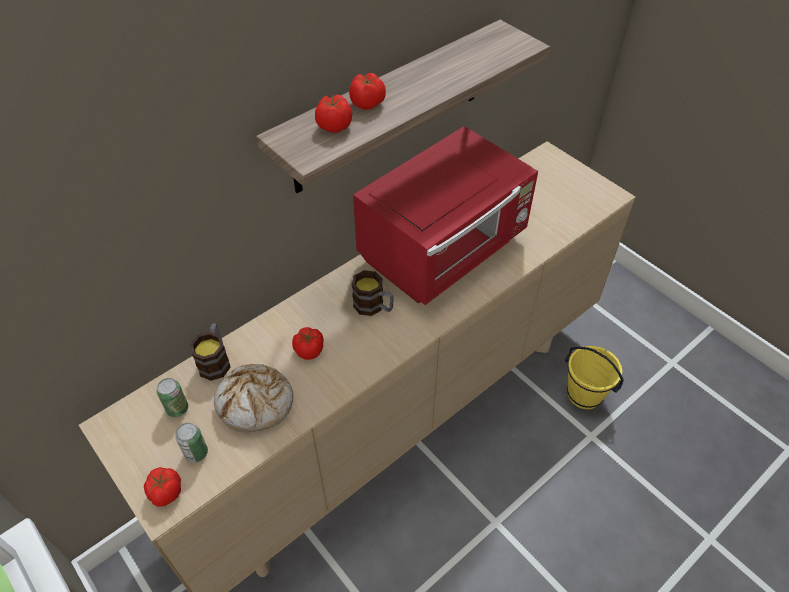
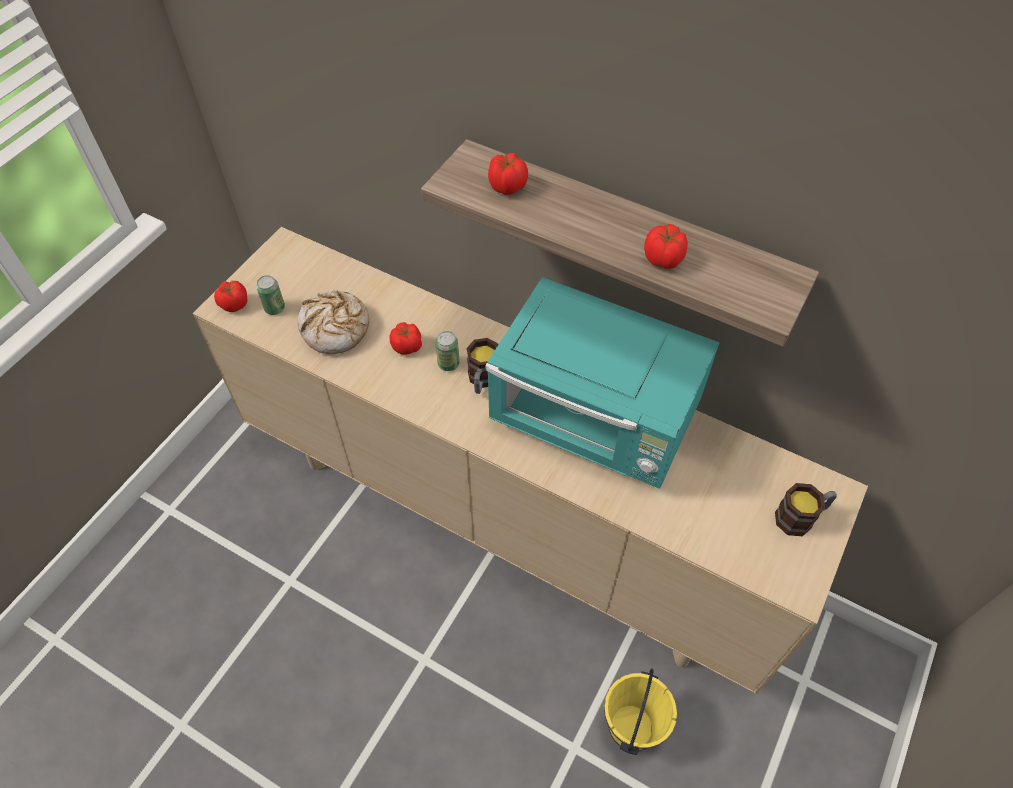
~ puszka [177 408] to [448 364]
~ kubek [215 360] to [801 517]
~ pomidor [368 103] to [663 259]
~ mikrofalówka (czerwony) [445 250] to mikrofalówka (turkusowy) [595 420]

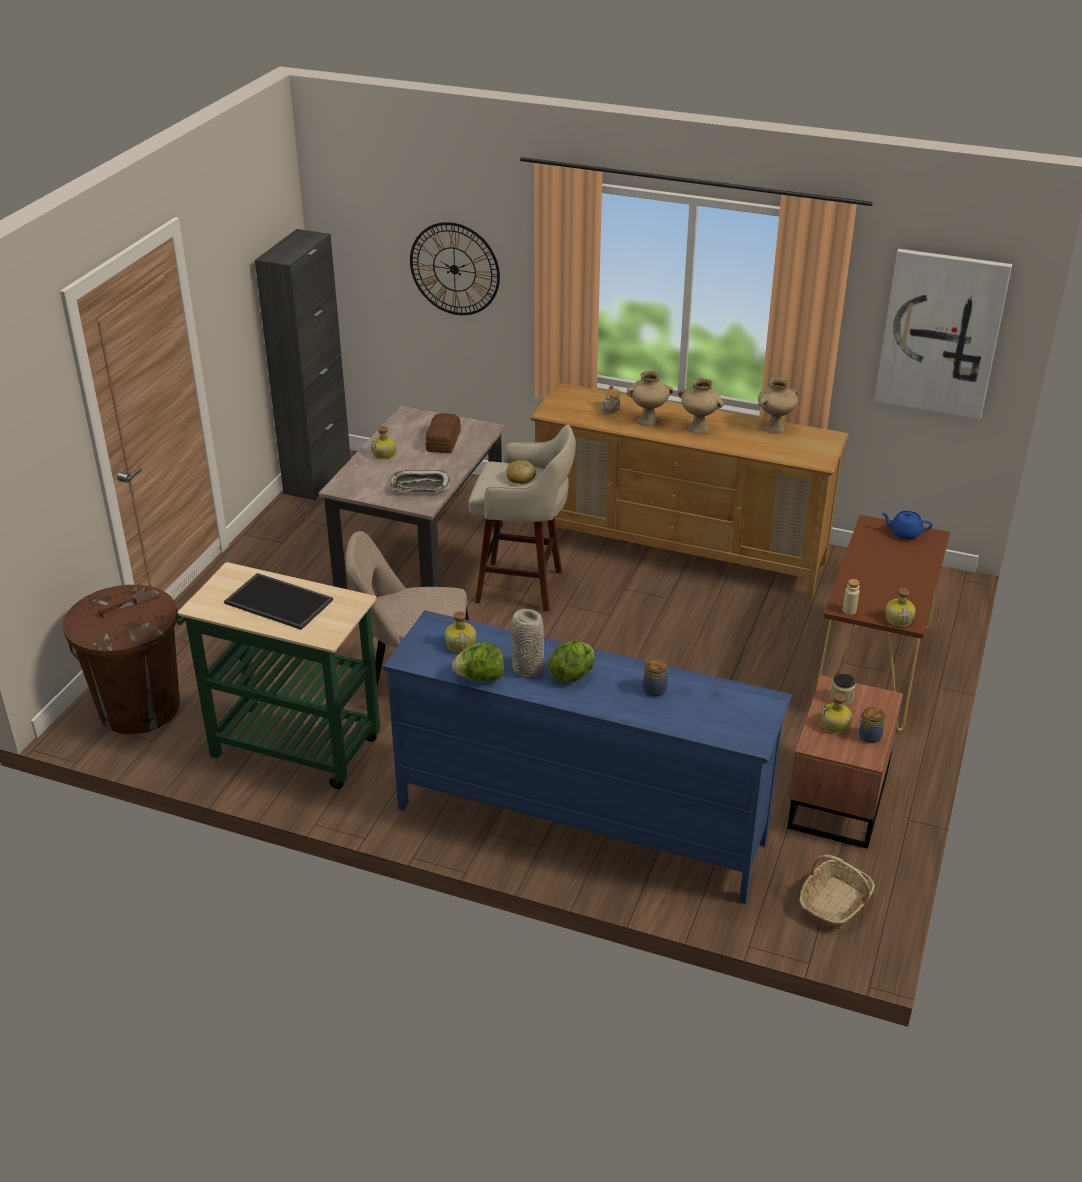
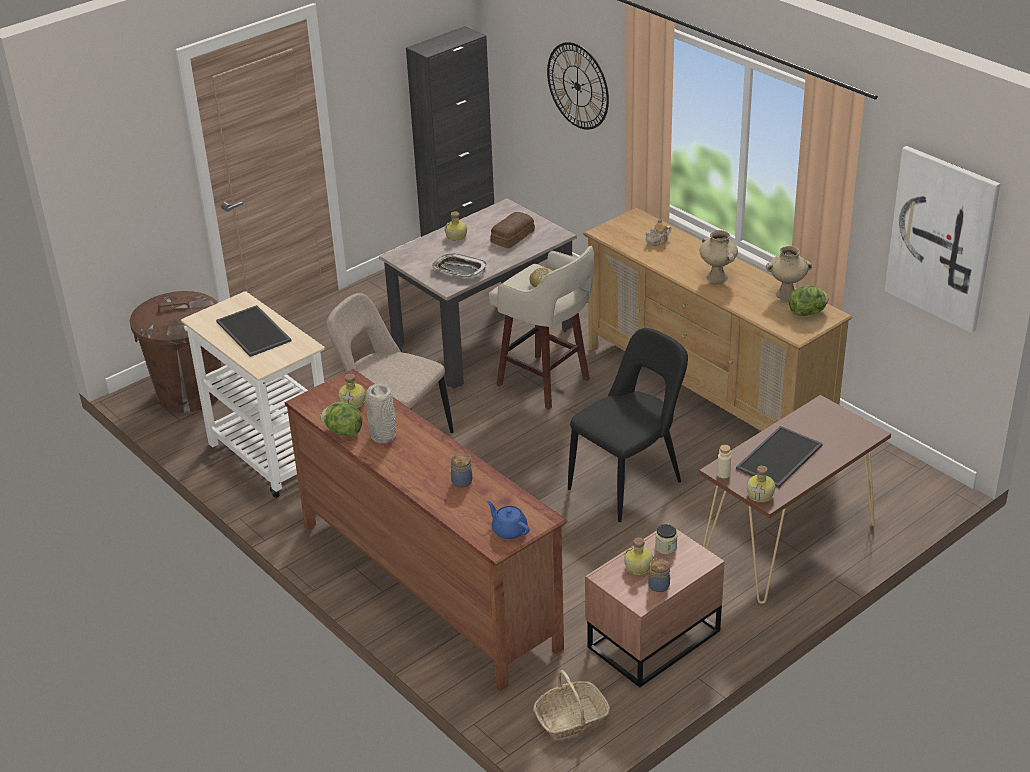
- wazon (beżowy) [648 420]
+ krzesło (czarny) [629 483]
+ taca [780 458]
~ sałata [572 675] to [807 313]
~ imbryk (niebieski) [905 533] to [509 530]
~ wózek (zielony) [293 747] to wózek (biały) [269 456]
~ komoda (niebieski) [581 823] to komoda (brązowy) [428 584]

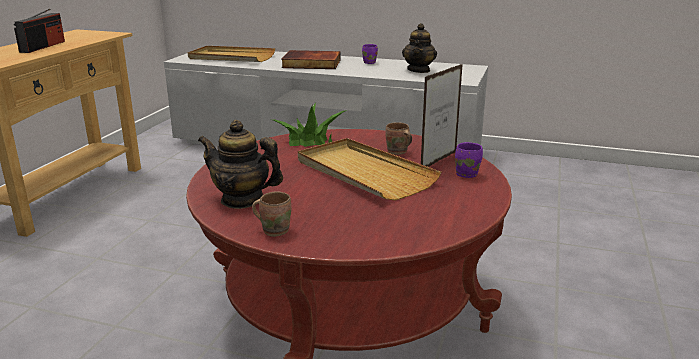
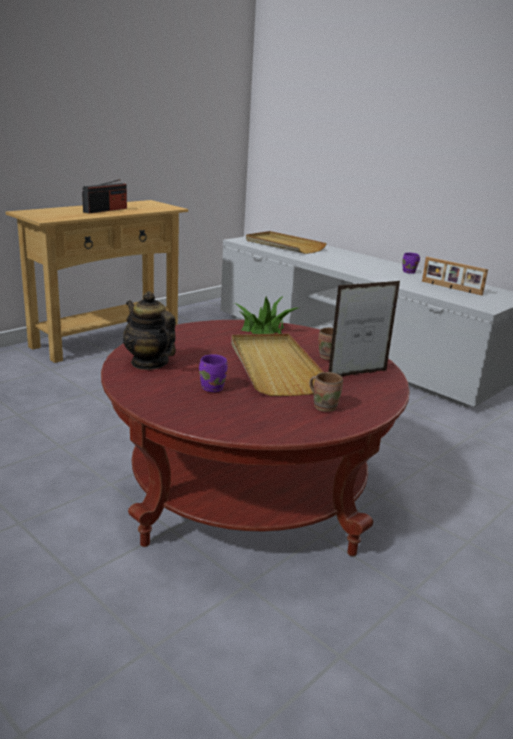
- książka [311 64]
~ kubek (brązowy) [274 230] to [324 406]
~ kubek (fioletowy) [467 174] to [214 387]
~ imbryk [419 70] to ramka na zdjęcie [451 288]

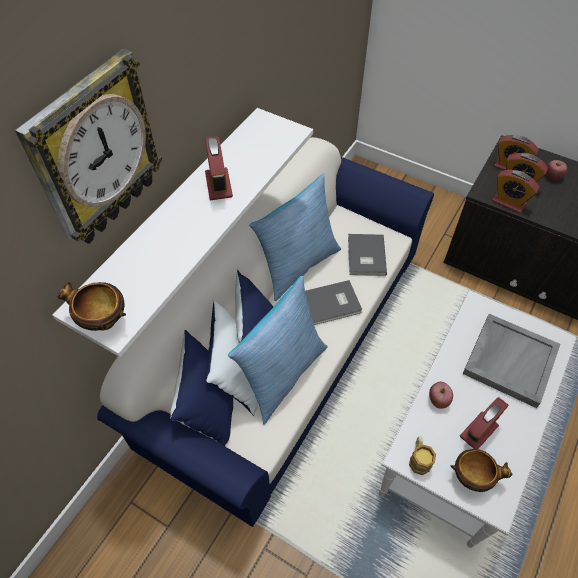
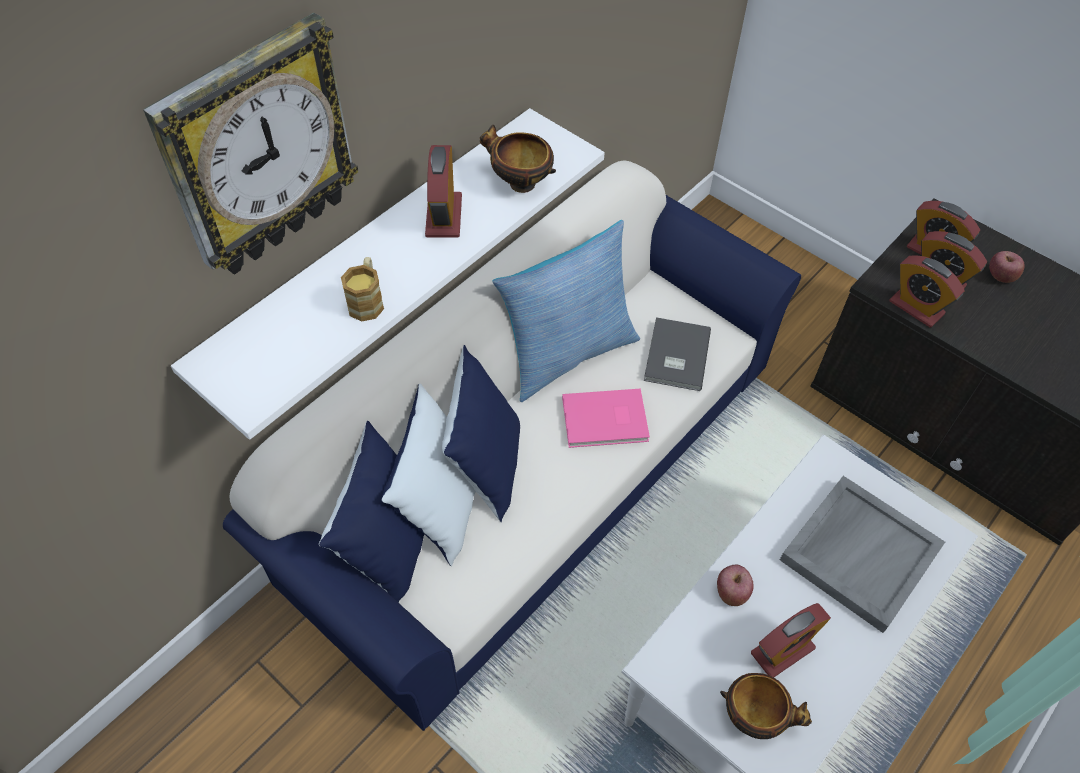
- poduszka [282 374]
~ miska [102 321] to [519 183]
~ kubek [418 459] to [367 300]
~ książka (szary) [332 304] to książka (różowy) [606 421]

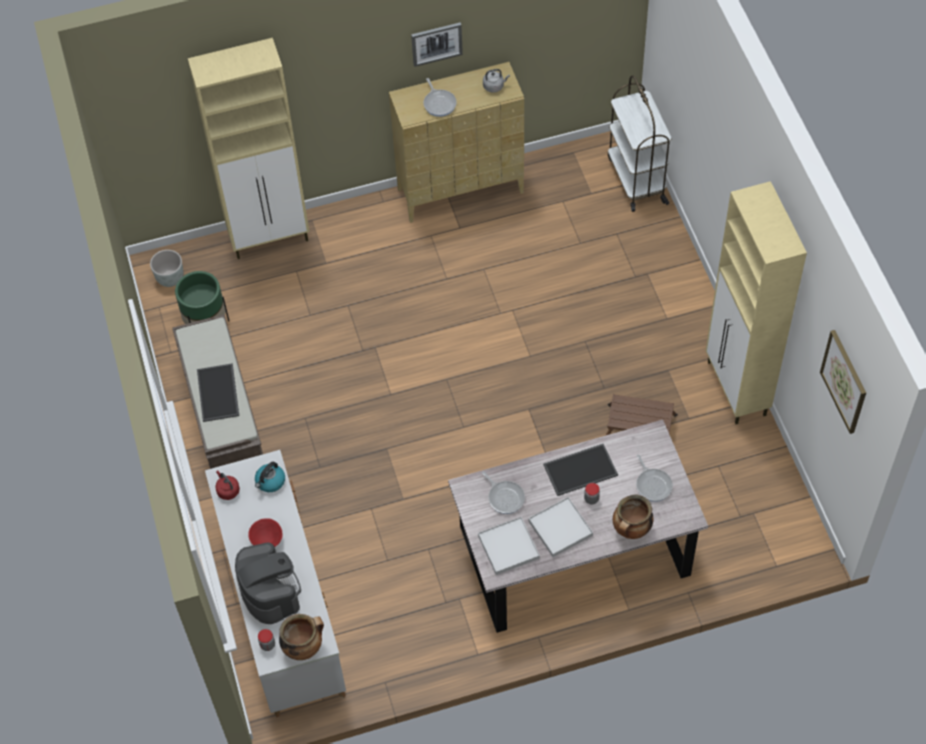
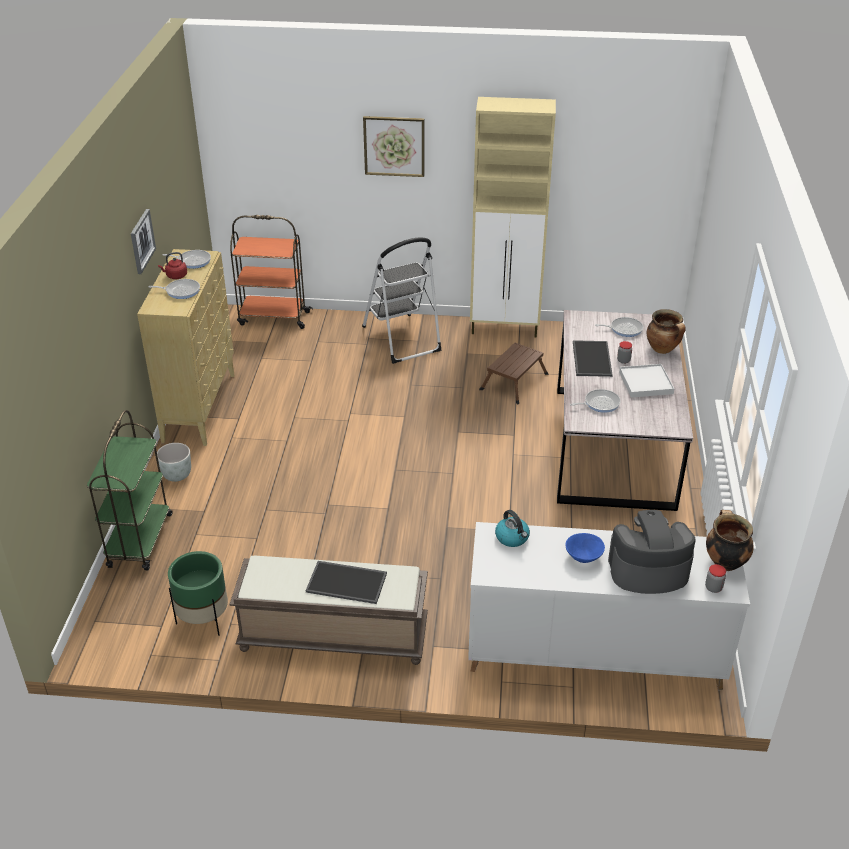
- taca (biały) [508 547]
+ drabinka [401 340]
~ donica (szary) [170 278] to [177 475]
~ czajnik (czerwony) [227 490] to [175 276]
~ obraz [844 381] to [394 146]
~ szafka (beżowy) [270 238] to wózek (zielony) [139 542]
~ czajnik (szary) [494 86] to patelnia [192 261]
~ miska (czerwony) [267 540] to miska (niebieski) [584 557]
~ wózek (biały) [636 179] to wózek (pomarańczowy) [273 318]

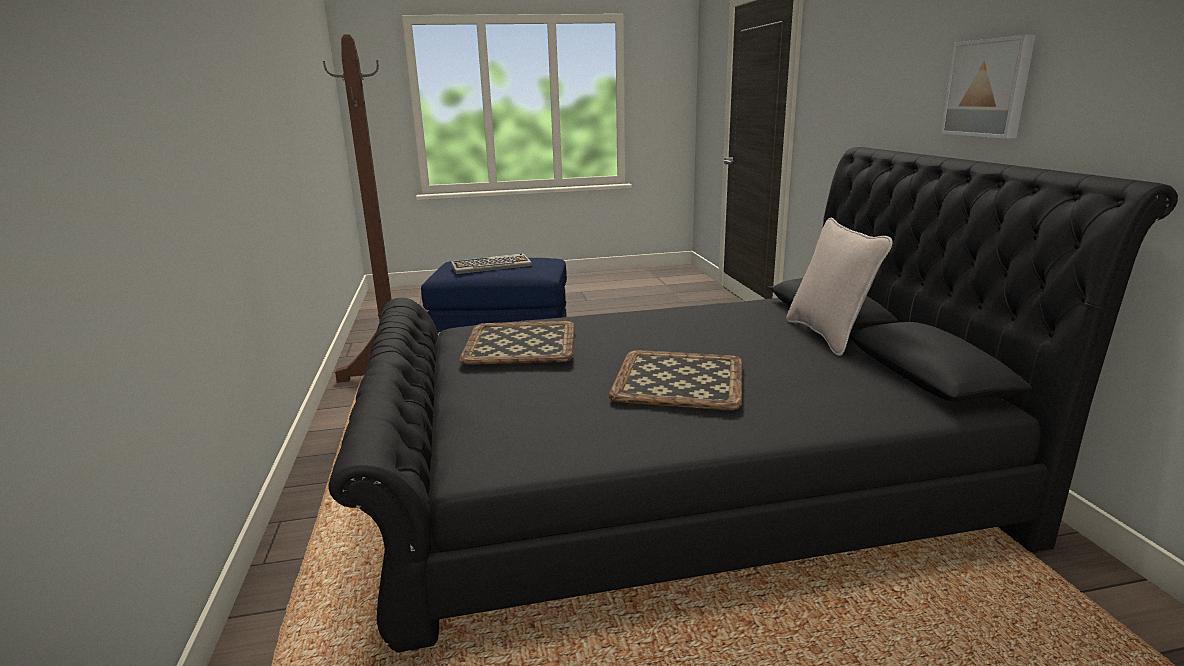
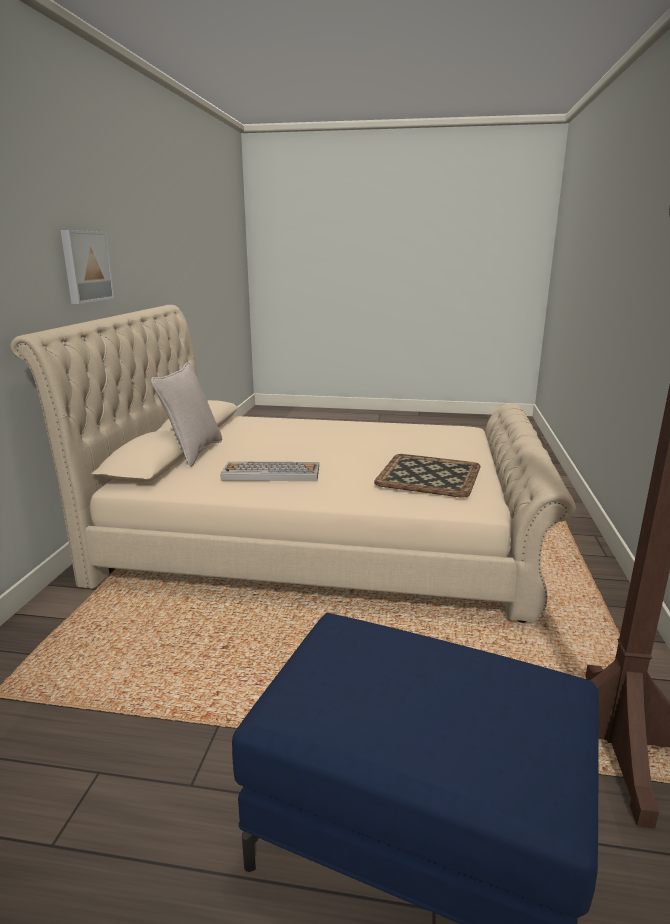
- taca [680 380]
~ klawiatura [491 265] to [270 473]
~ łóżko (czarny) [681 471] to łóżko (beżowy) [319 532]

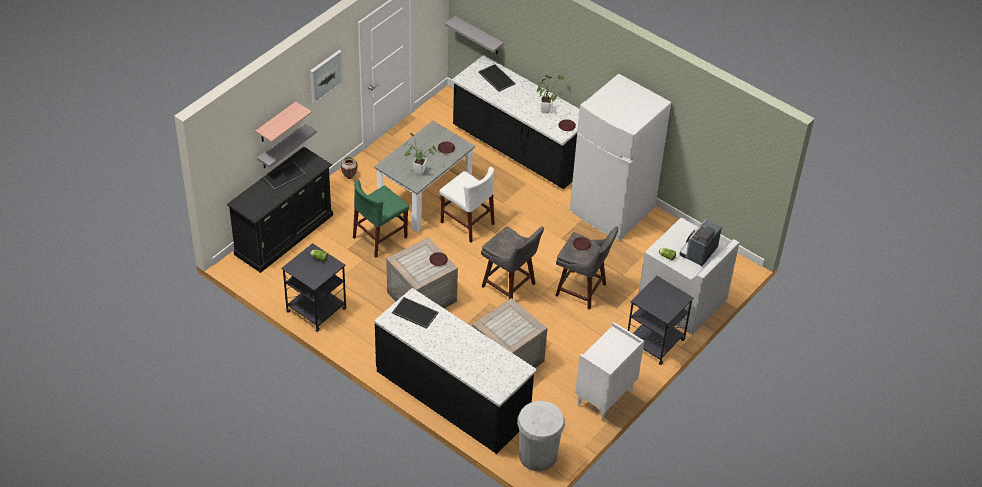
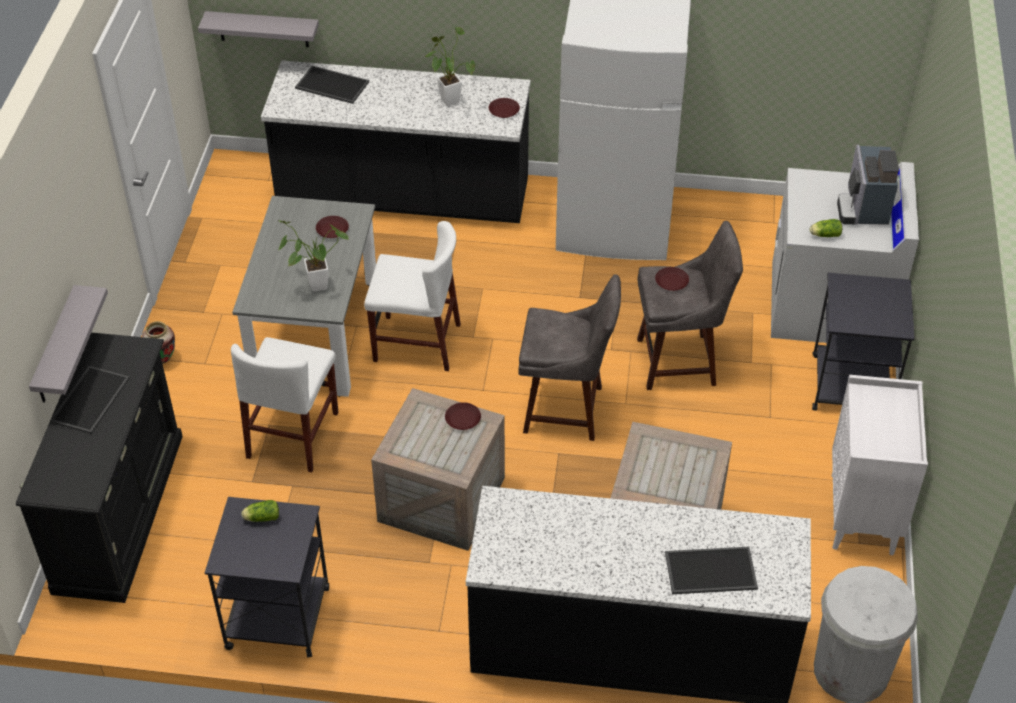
- półka [276 123]
- obraz [325 76]
~ taca [414 313] to [710 572]
~ krzesło (zielony) [380 237] to krzesło (biały) [293 435]

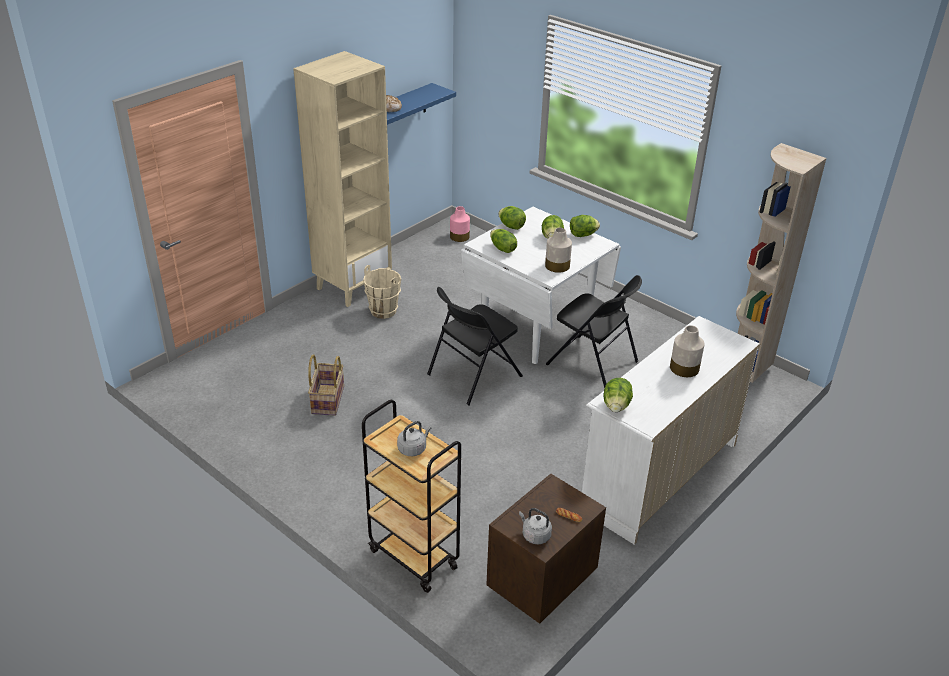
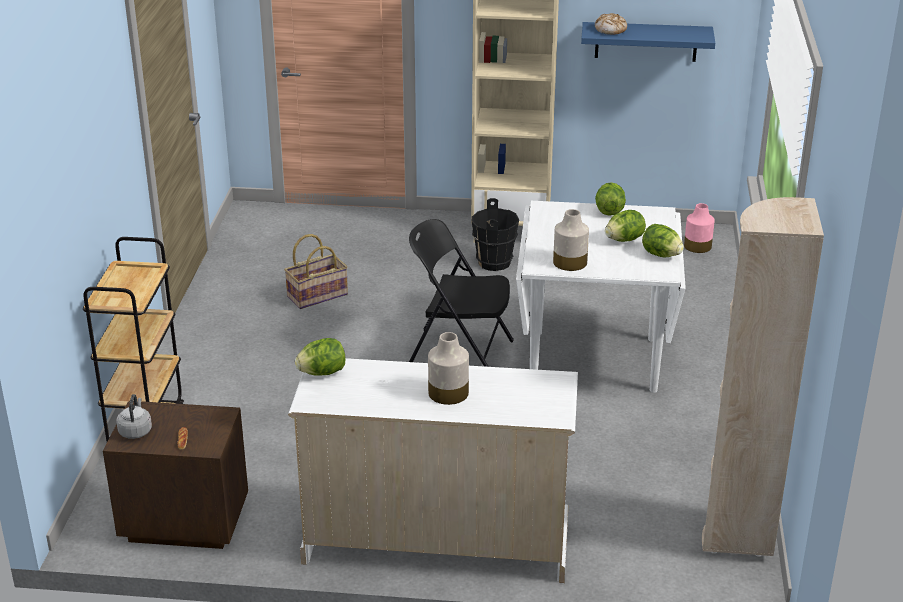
- czajnik (szary) [413 448]
- sałata [502 249]
- krzesło (czarny) [592 363]
~ wiadro (beżowy) [383 311] to wiadro (czarny) [494 263]

